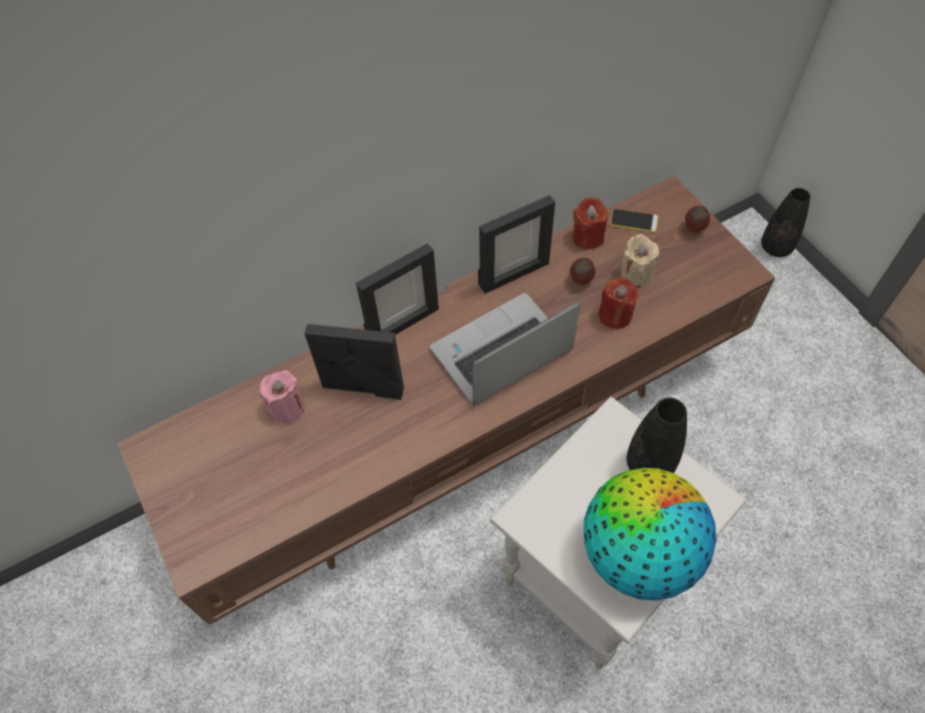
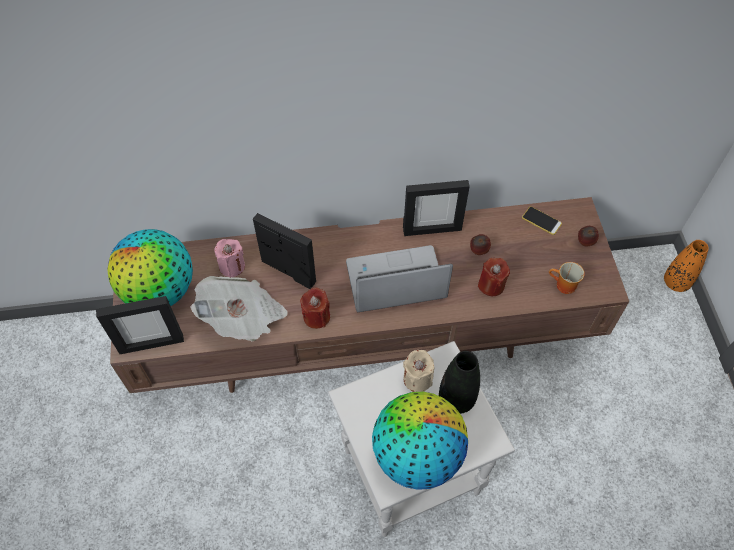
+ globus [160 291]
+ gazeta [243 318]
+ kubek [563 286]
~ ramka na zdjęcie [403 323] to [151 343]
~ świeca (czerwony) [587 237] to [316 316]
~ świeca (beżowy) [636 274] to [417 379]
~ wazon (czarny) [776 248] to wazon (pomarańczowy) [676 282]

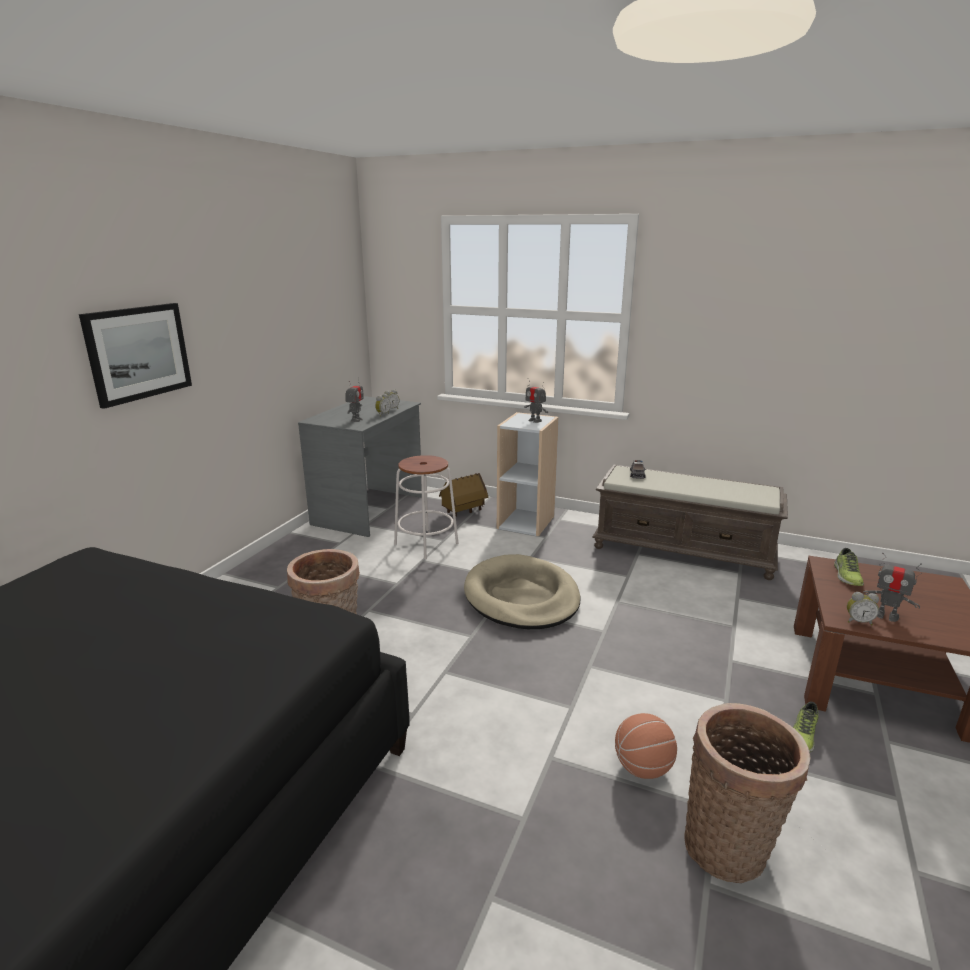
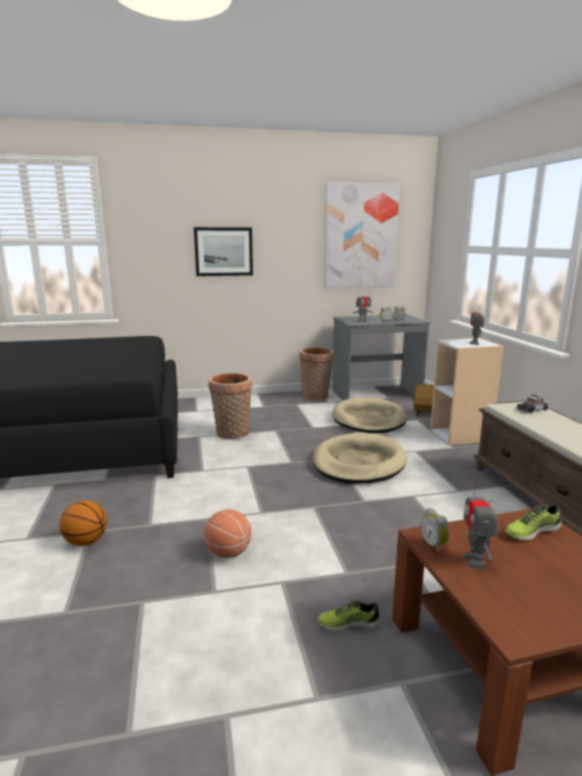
+ piłka do koszykówki [86 541]
+ obraz [360 236]
~ koszyk [730 846] to [316 397]
~ stołek (biały) [426 544] to legowisko (beżowy) [368 419]

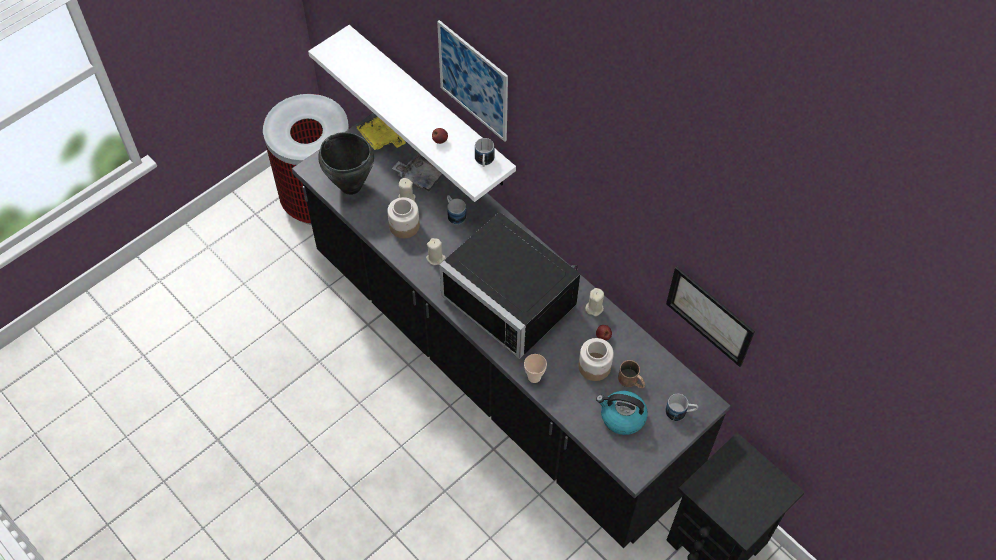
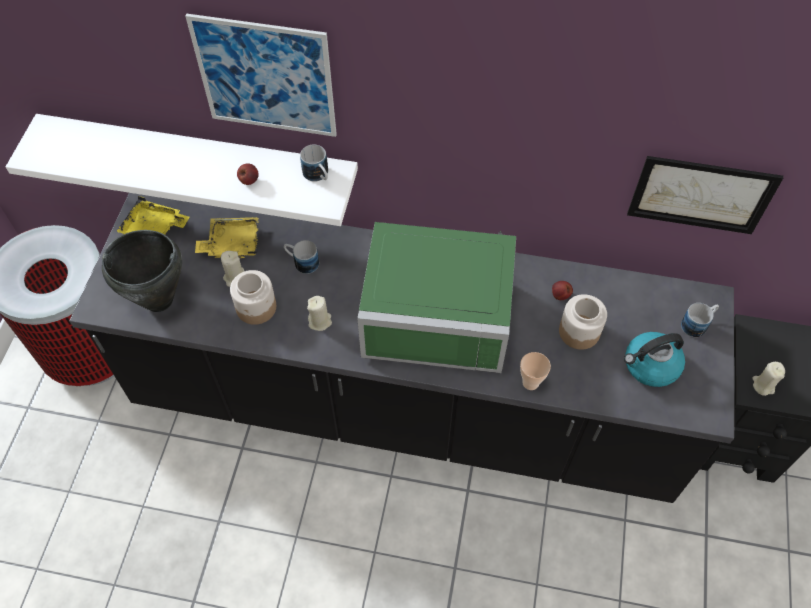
- kubek (brązowy) [632 381]
~ świeca (beżowy) [594 308] to [763 385]
~ taca (szary) [421 176] to taca (żółty) [232 243]
~ mikrofalówka (czarny) [515 296] to mikrofalówka (zielony) [439 309]

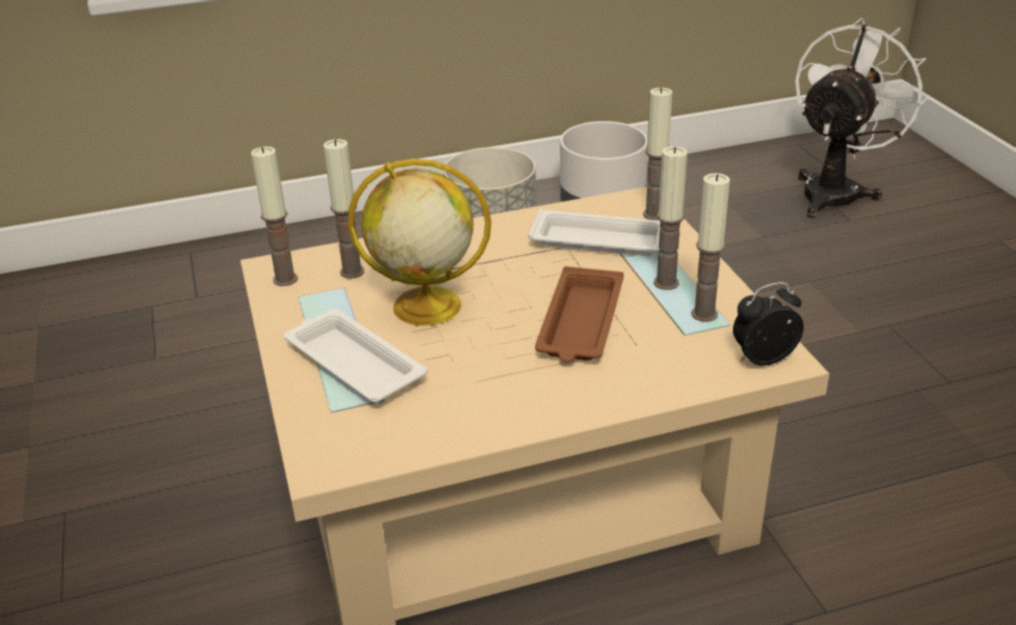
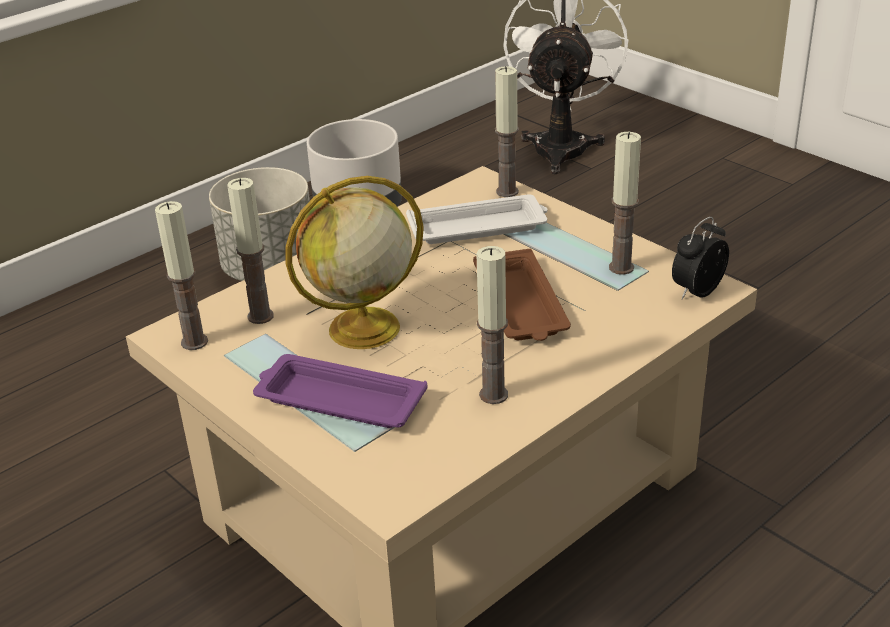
~ świeca [666 283] to [494 395]
~ taca (biały) [352 363] to taca (fioletowy) [337 400]

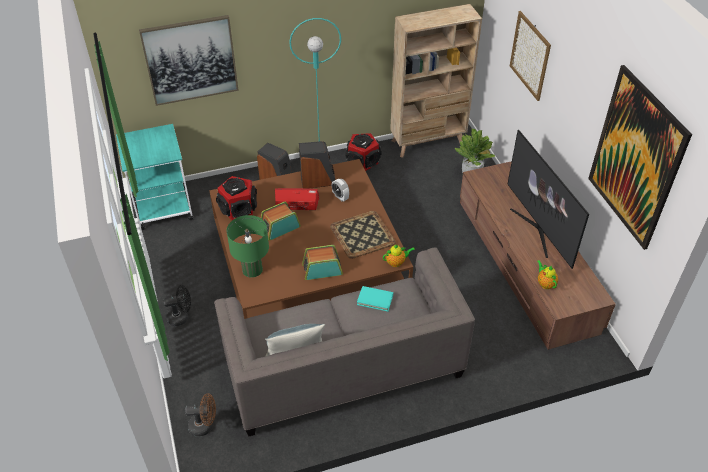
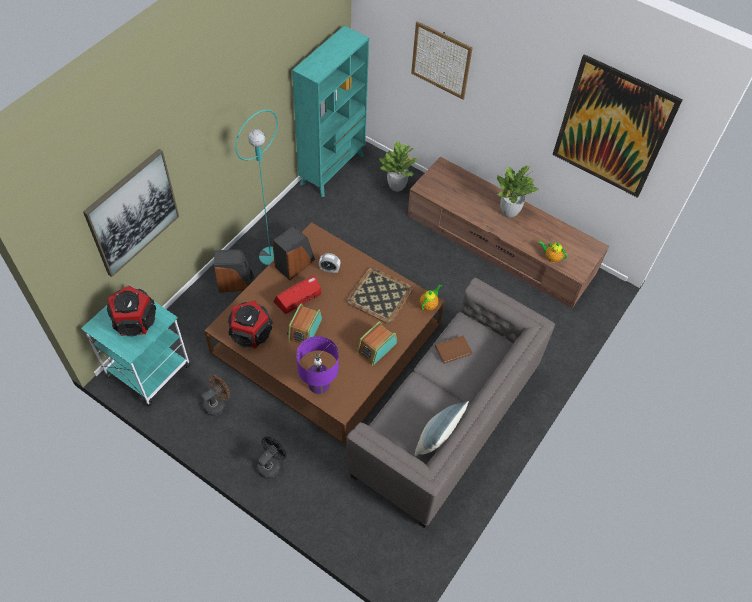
~ wentylator (brązowy) [204 426] to [217 404]
~ głośnik [363 161] to [135 320]
~ telewizor [538 229] to roślina doniczkowa [509 212]
~ lampa stołowa (zielony) [252 269] to lampa stołowa (fioletowy) [318 384]
~ książka (turkusowy) [375 300] to książka (brązowy) [453 350]
~ regał (beżowy) [428 142] to regał (turkusowy) [333 169]

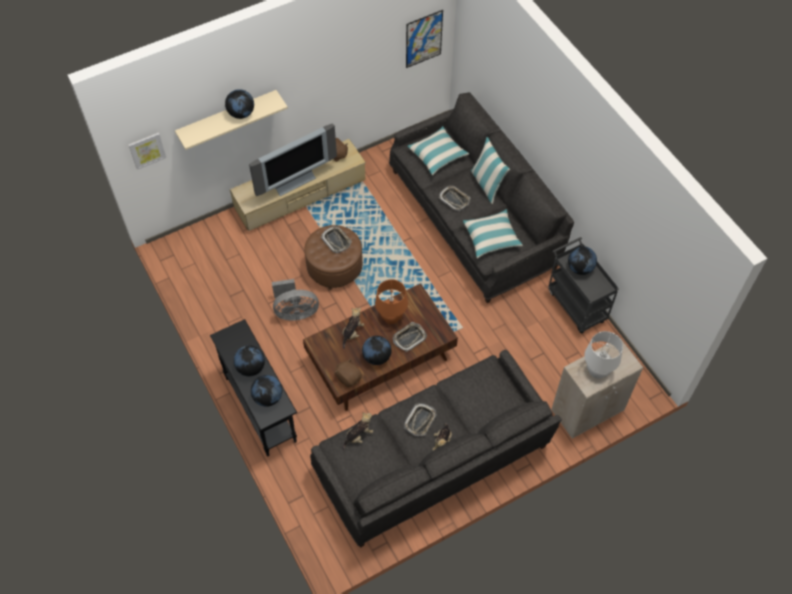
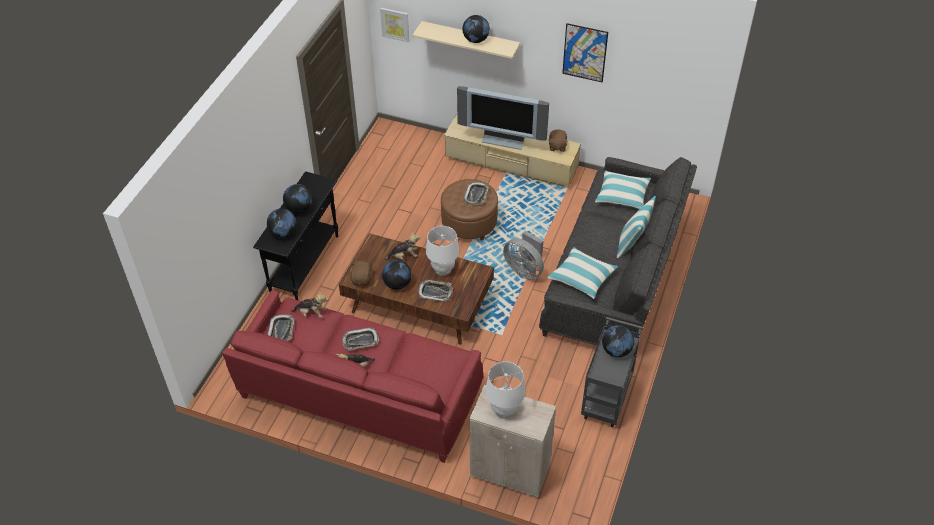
~ wentylator (szary) [295 312] to [524 269]
~ obraz [423 39] to [584 53]
~ taca [454 199] to [282 330]
~ kanapa (szary) [432 461] to kanapa (czerwony) [359 395]
~ lampa stołowa (pomarańczowy) [391 317] to lampa stołowa (biały) [443 269]

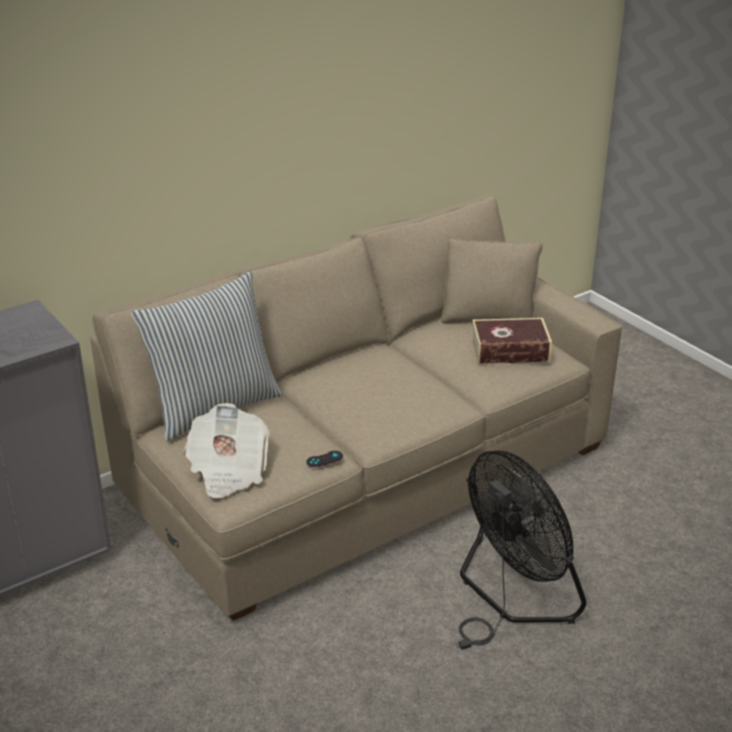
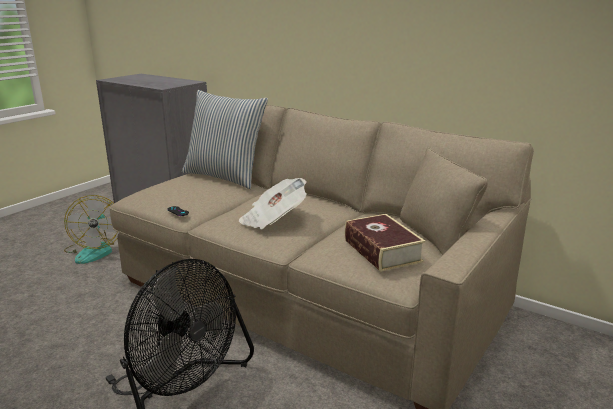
+ wentylator [95 250]
~ gazeta [228 470] to [273 220]

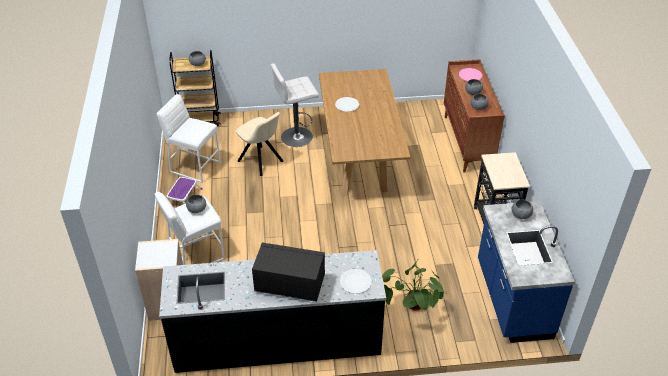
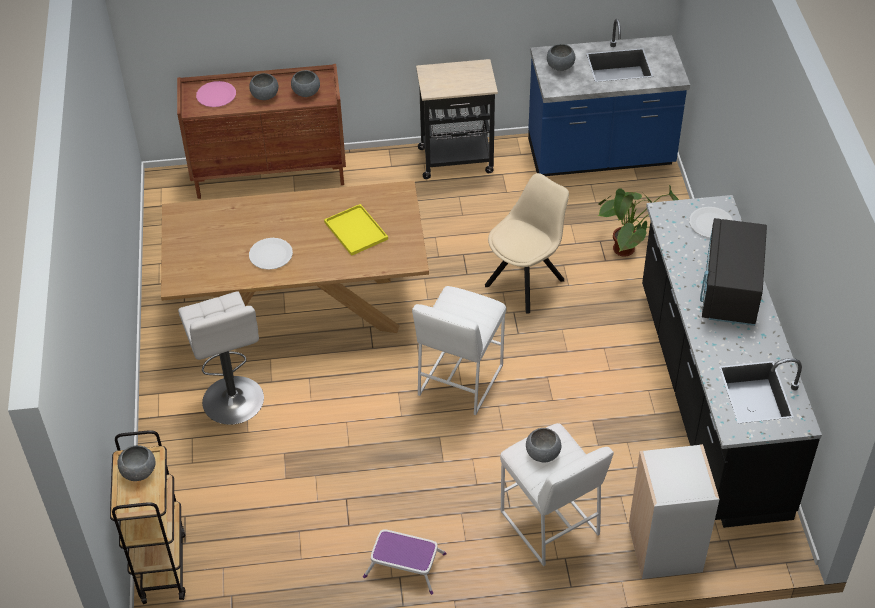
+ taca (żółty) [357 231]
~ stołek (biały) [194 166] to [459 381]
~ krzesło (beżowy) [261 161] to [525 283]

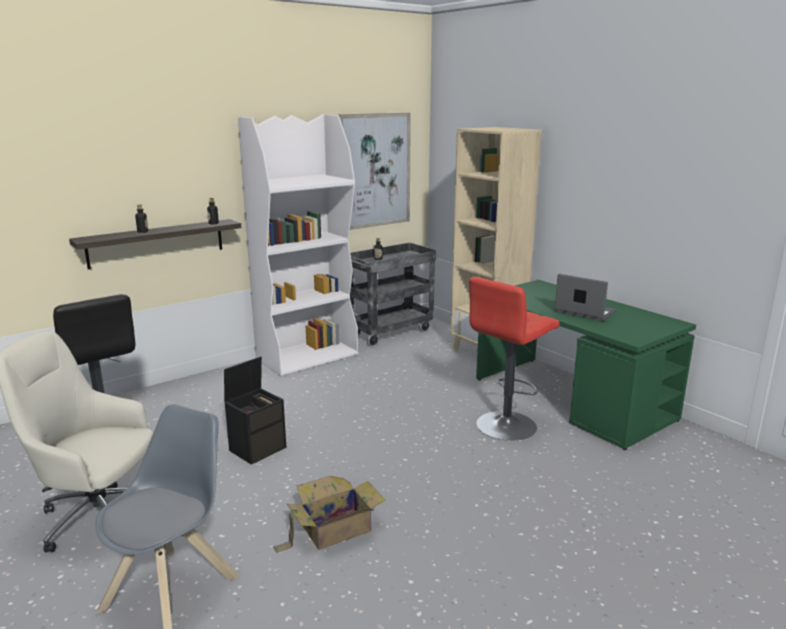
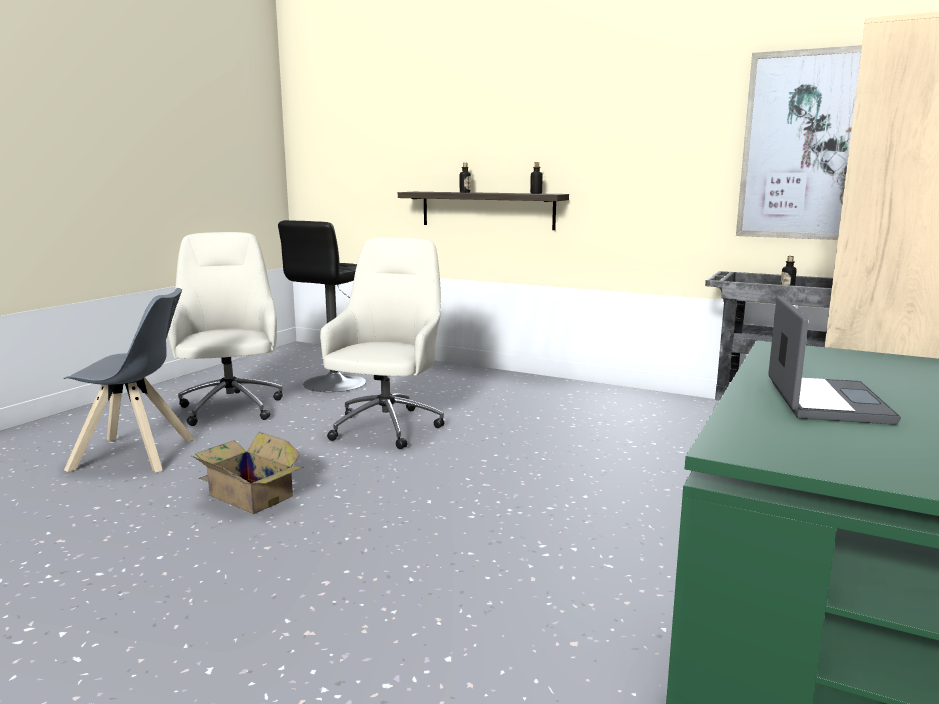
- regał (biały) [307 356]
- stołek (czerwony) [505 425]
~ pojemnik do przechowywania (czarny) [258 448] to krzesło biurowe (beżowy) [387 427]

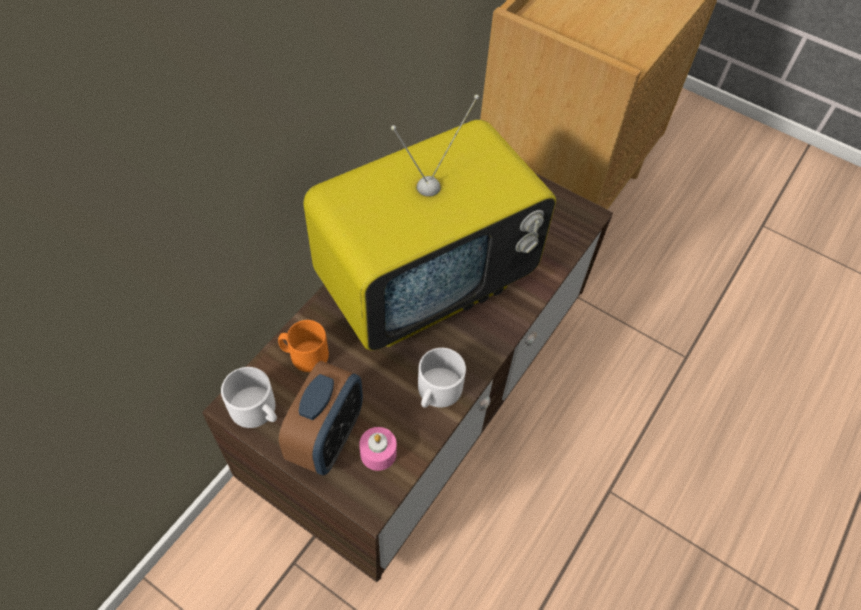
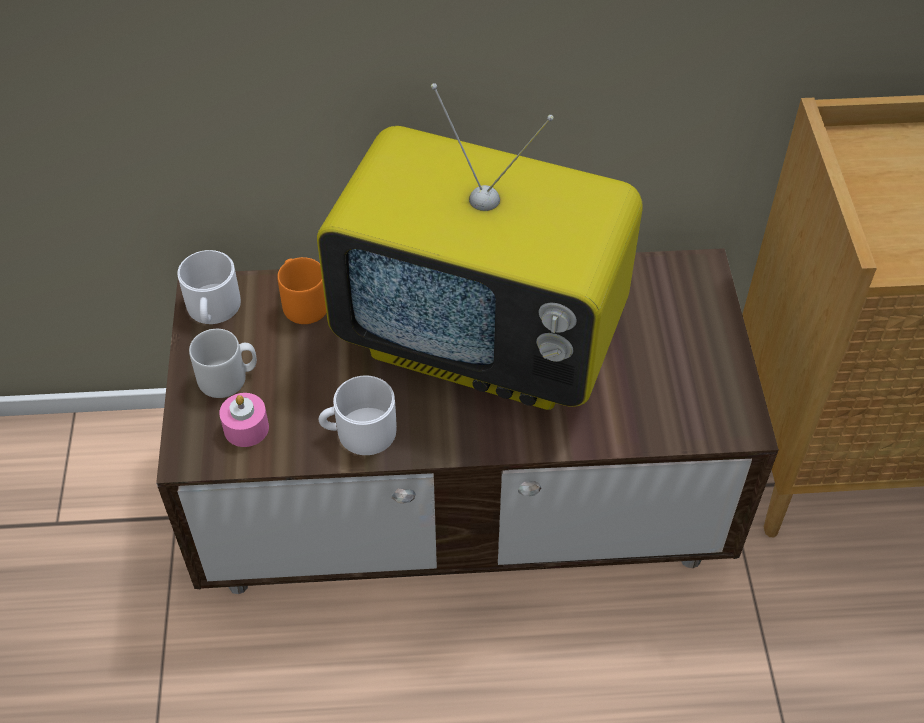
~ budzik [327 438] to kubek (szary) [228 378]

